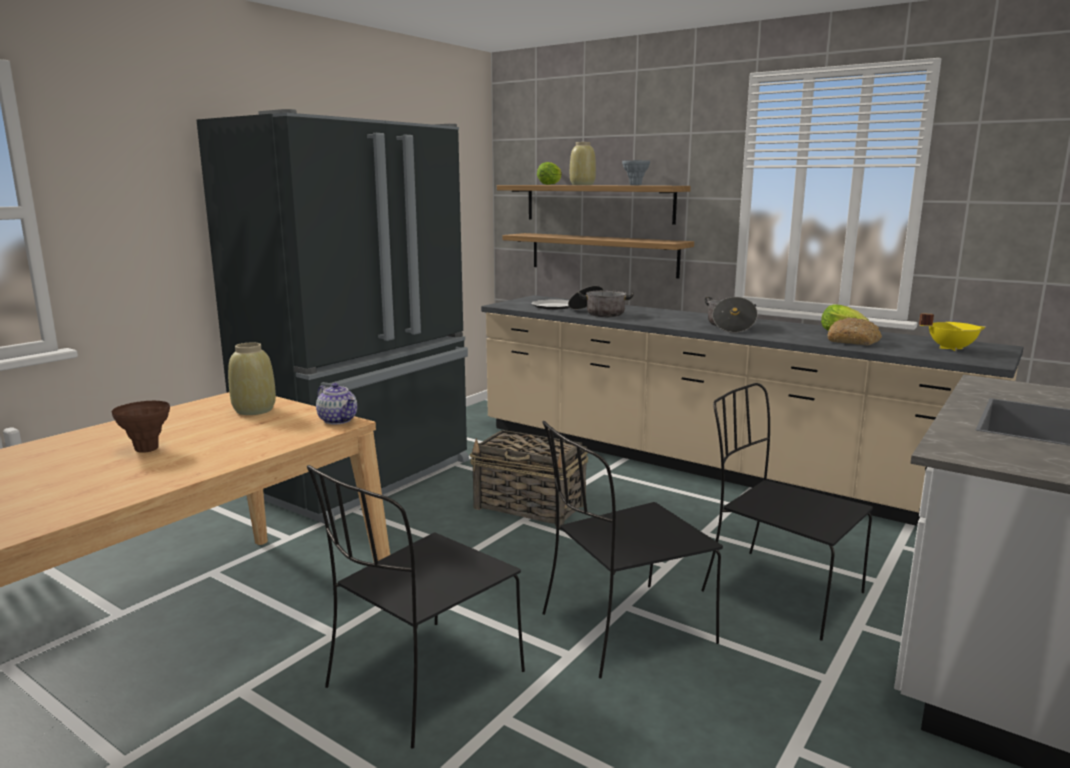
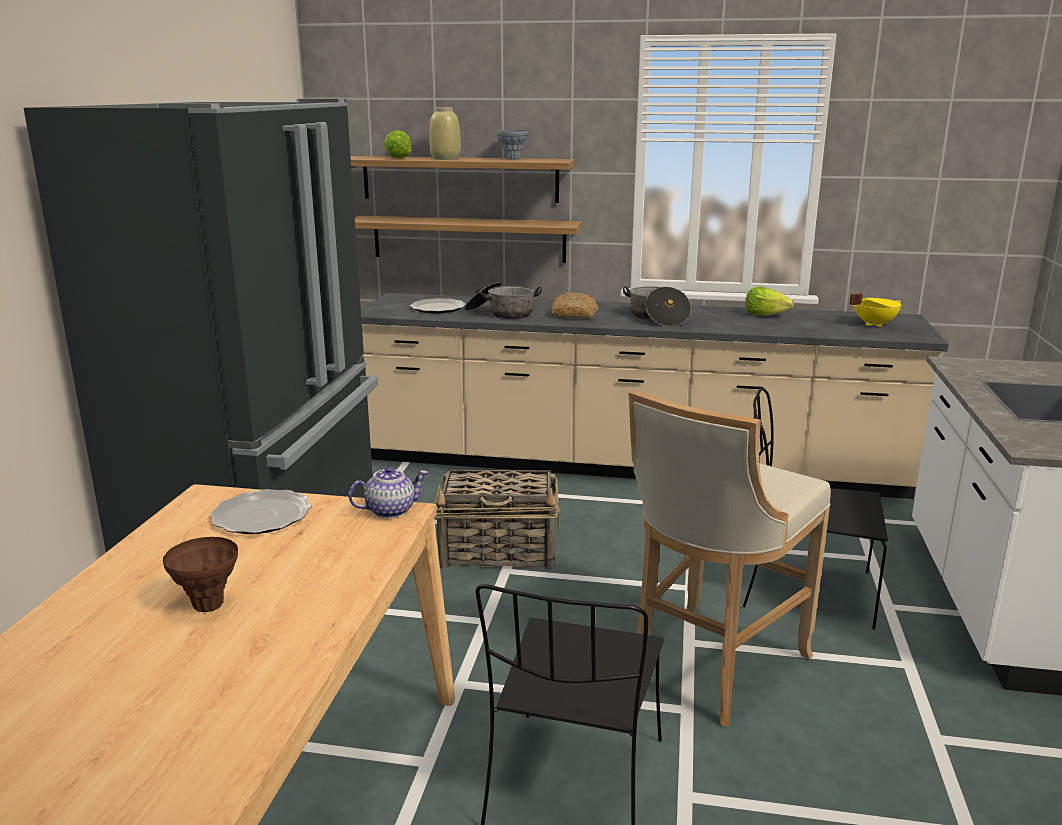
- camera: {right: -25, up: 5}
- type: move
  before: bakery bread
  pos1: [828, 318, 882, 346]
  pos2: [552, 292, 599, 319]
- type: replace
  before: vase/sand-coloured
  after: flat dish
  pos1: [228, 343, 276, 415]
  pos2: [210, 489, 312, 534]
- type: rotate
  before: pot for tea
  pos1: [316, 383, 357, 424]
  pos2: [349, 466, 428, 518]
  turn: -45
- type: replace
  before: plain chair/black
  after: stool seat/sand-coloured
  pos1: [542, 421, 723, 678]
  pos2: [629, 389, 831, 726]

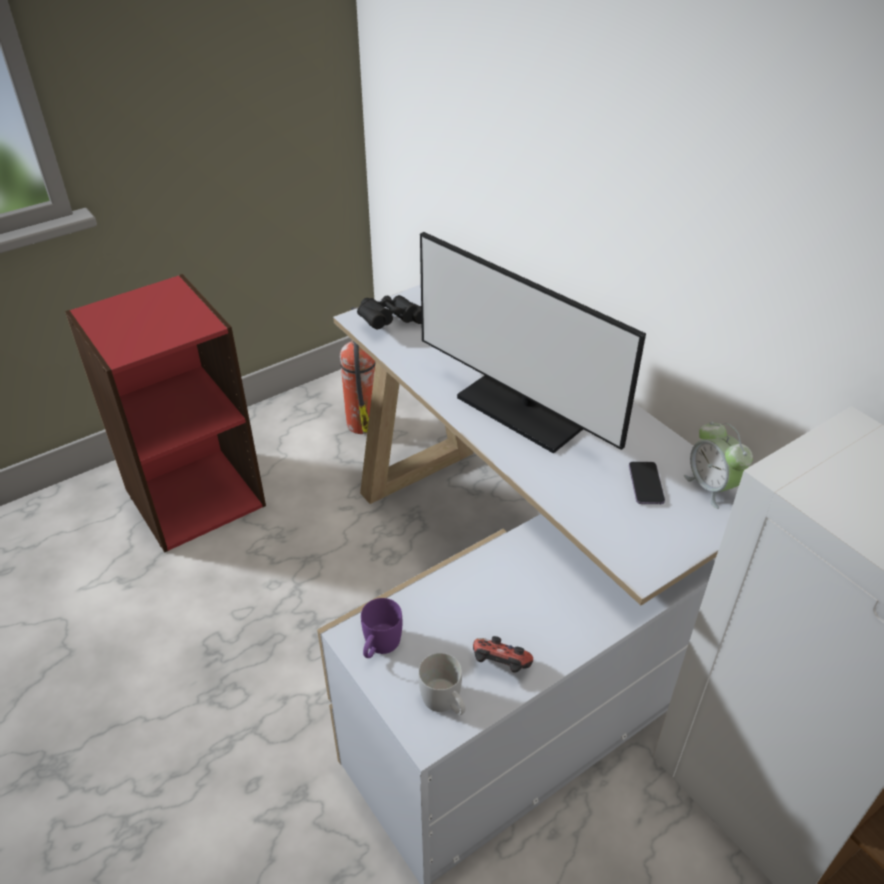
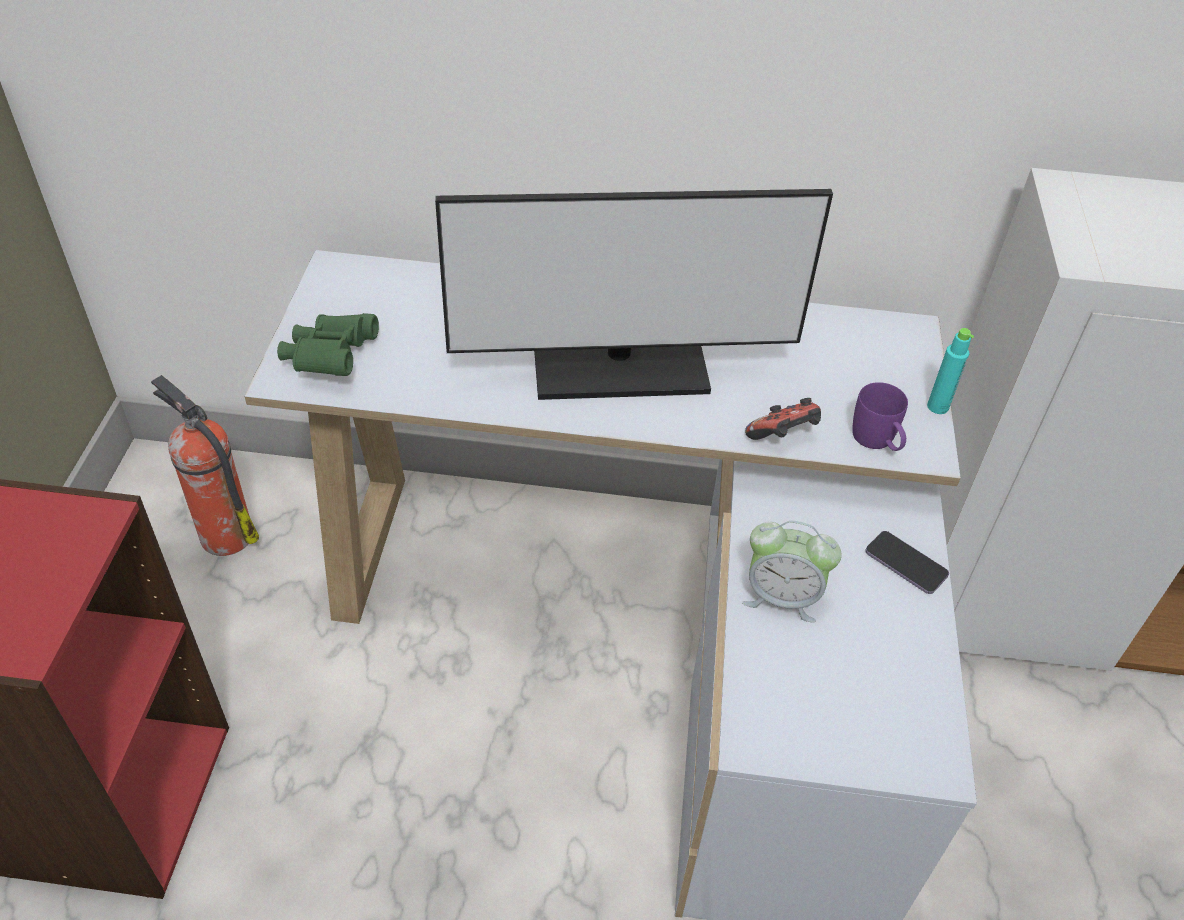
- camera: {right: -50, up: 5}
- type: recolor
  before: binoculars/black
  after: binoculars/green
  pos1: [357, 295, 422, 329]
  pos2: [277, 313, 379, 376]
- type: move
  before: bedside clock
  pos1: [684, 421, 753, 509]
  pos2: [742, 521, 842, 623]
- type: move
  before: handset
  pos1: [629, 462, 665, 504]
  pos2: [865, 531, 949, 594]
- type: move
  before: mug/purple-coloured
  pos1: [361, 598, 402, 658]
  pos2: [852, 382, 908, 451]
- type: move
  before: gamepad
  pos1: [473, 636, 533, 673]
  pos2: [745, 398, 821, 440]
- type: delete
  before: mug/white-coloured
  pos1: [418, 653, 466, 715]
- type: insert
  after: bottle/turquoise-coloured
  pos2: [927, 328, 974, 414]

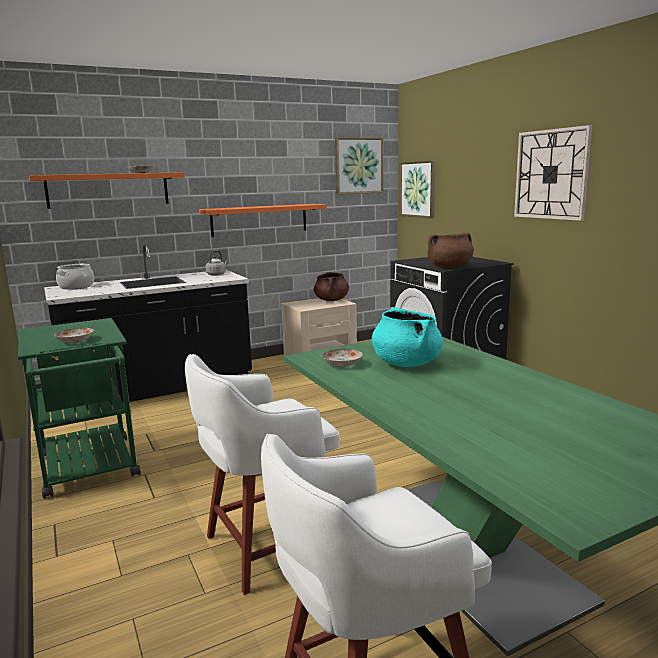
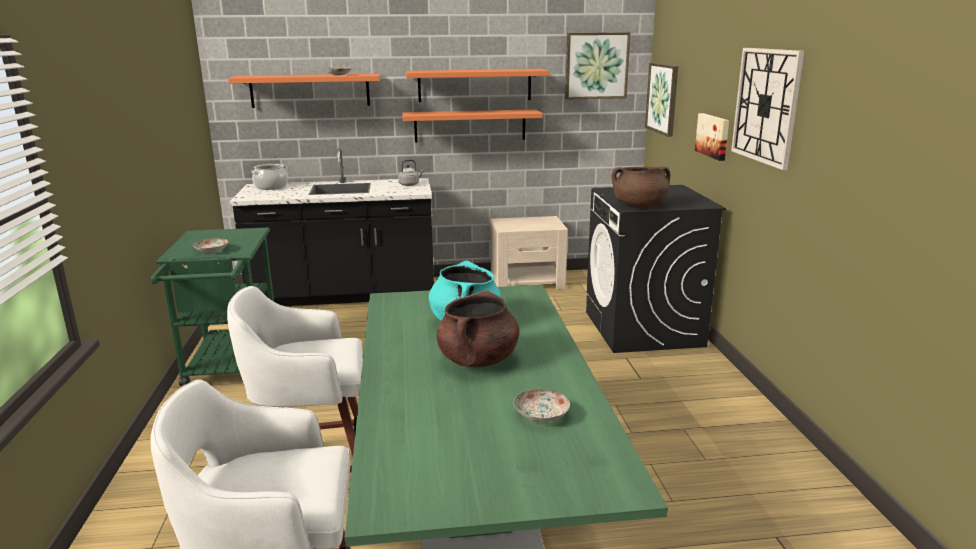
- camera: {right: 20, up: 5}
- type: move
  before: stockpot/brown
  pos1: [314, 272, 349, 301]
  pos2: [437, 290, 519, 367]
- type: move
  before: flat dish
  pos1: [322, 349, 363, 367]
  pos2: [514, 389, 570, 422]
- type: insert
  after: wall shelf/orangey
  pos2: [406, 69, 549, 102]
- type: insert
  after: wall picture
  pos2: [695, 113, 729, 161]

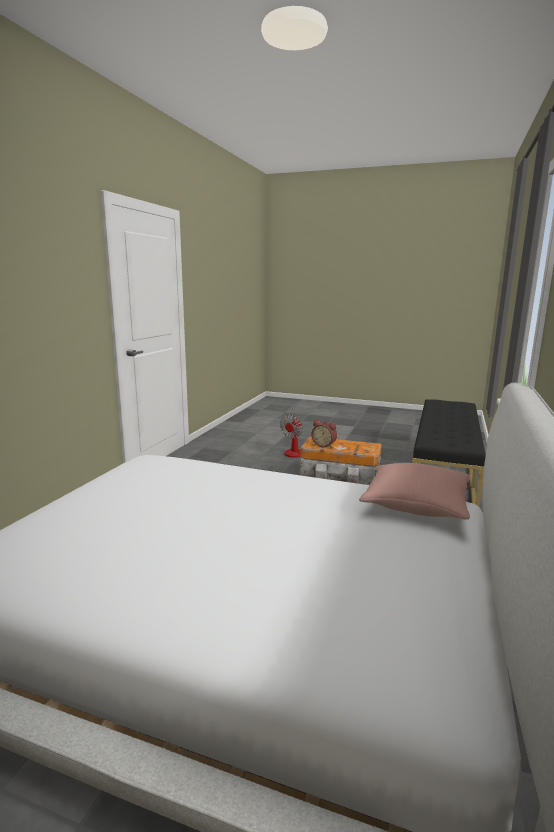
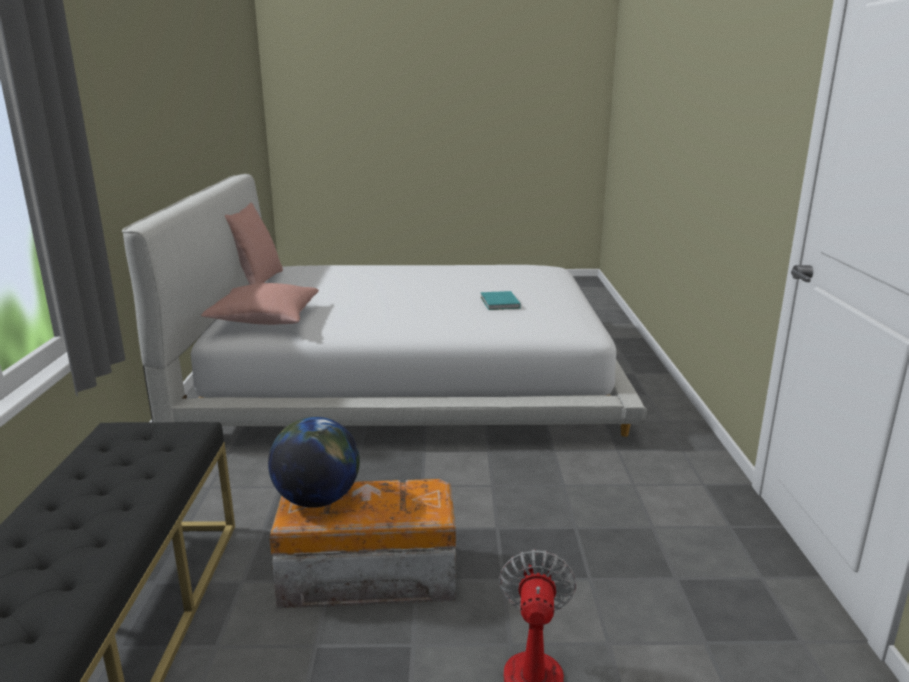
- camera: {right: 160, up: 5}
- type: delete
  before: bedside clock
  pos1: [312, 420, 337, 448]
- type: insert
  after: cushion/pink-coloured
  pos2: [225, 203, 283, 285]
- type: insert
  after: book/turquoise-coloured
  pos2: [481, 291, 521, 310]
- type: insert
  after: world globe
  pos2: [268, 417, 360, 508]

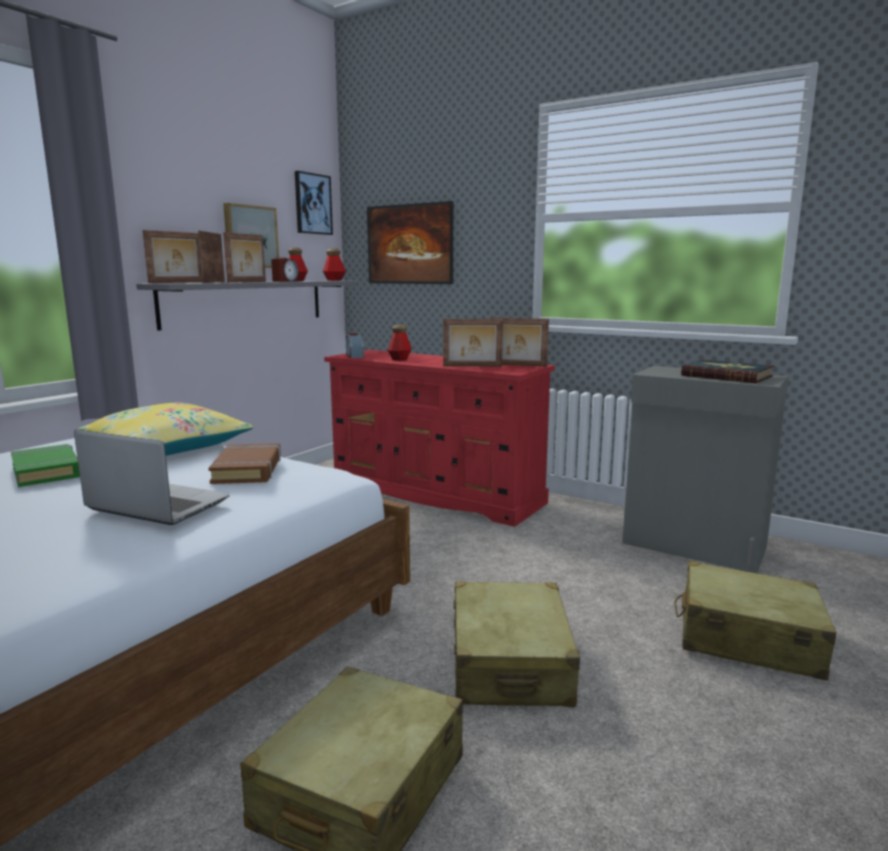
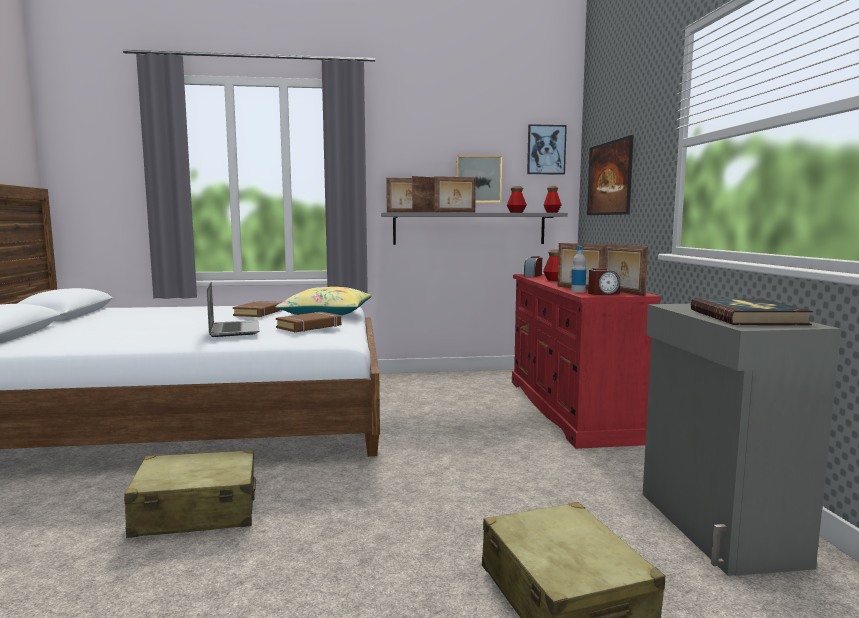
- camera: {right: 50, up: -5}
- type: move
  before: bedside clock
  pos1: [271, 258, 299, 282]
  pos2: [588, 268, 620, 295]
- type: recolor
  before: book/green
  after: book/brown
  pos1: [11, 444, 80, 487]
  pos2: [233, 301, 282, 317]
- type: delete
  before: piece of luggage/sand-coloured
  pos1: [453, 581, 580, 707]
- type: insert
  after: bottle
  pos2: [571, 246, 586, 293]

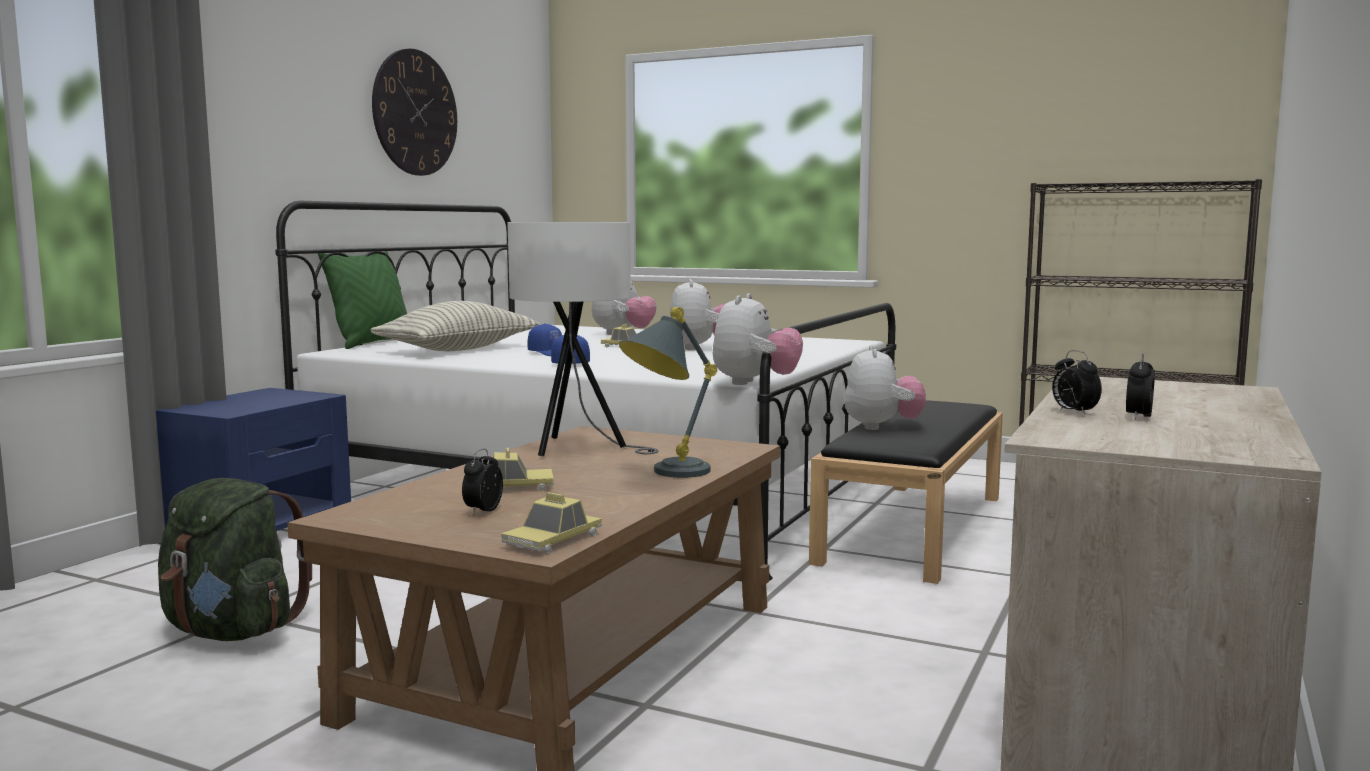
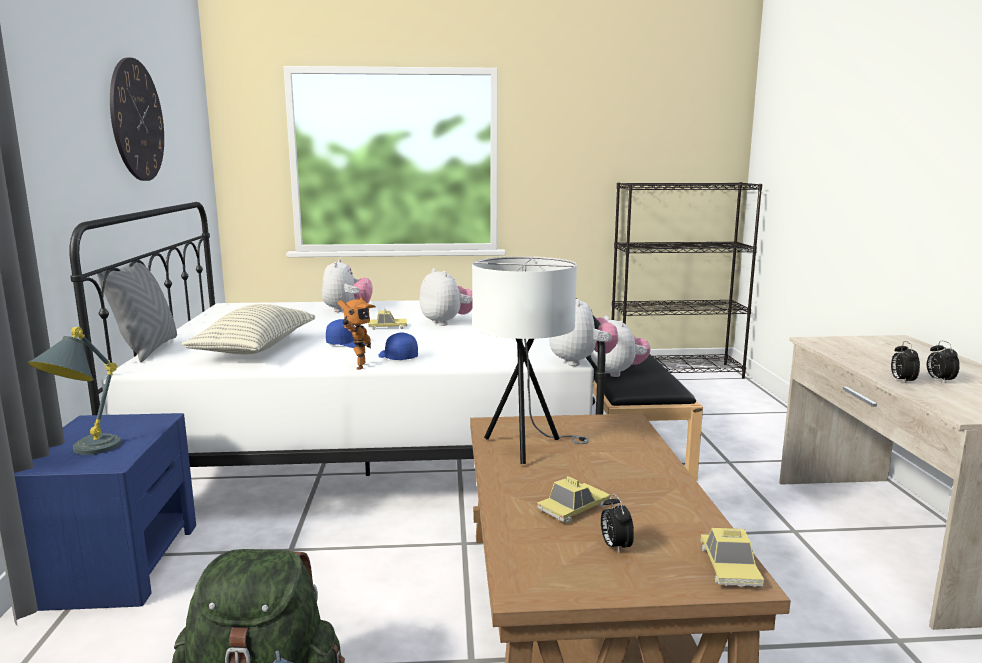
- camera: {right: -30, up: 5}
- type: recolor
  before: cushion/green
  after: cushion/gray
  pos1: [318, 251, 407, 349]
  pos2: [97, 262, 177, 362]
- type: move
  before: lamp for a table/gray
  pos1: [619, 307, 717, 478]
  pos2: [27, 327, 121, 455]
- type: rotate
  before: bedside clock
  pos1: [1052, 350, 1102, 415]
  pos2: [891, 341, 920, 383]
  turn: 60
- type: insert
  after: toy robot
  pos2: [337, 297, 376, 370]

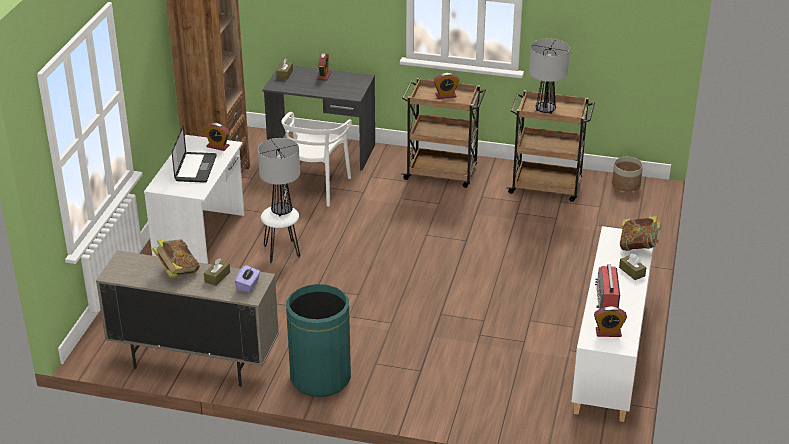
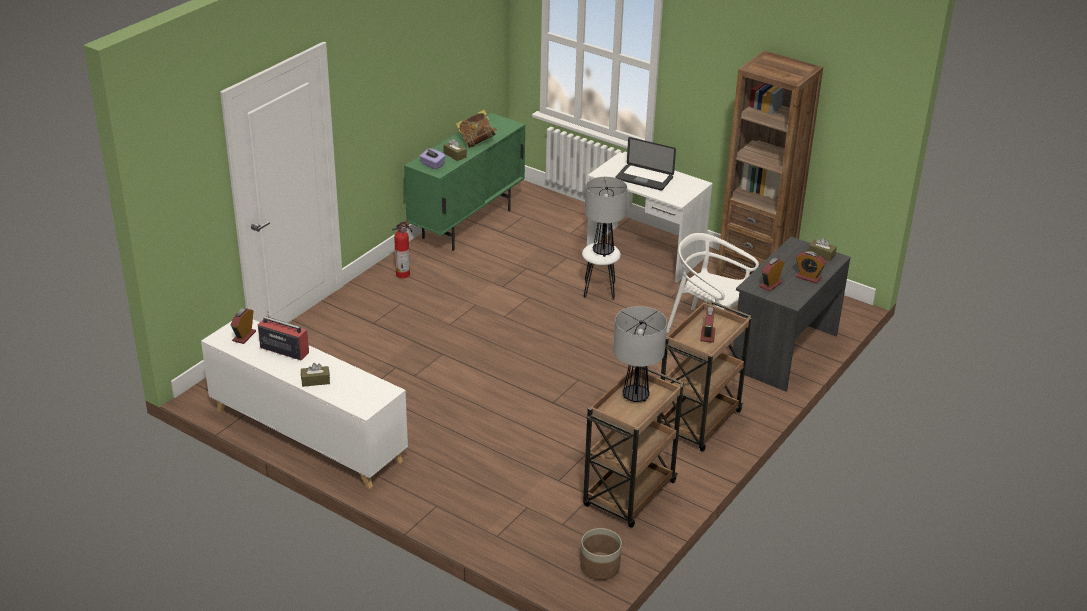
- camera: {right: 110, up: 0}
- type: move
  before: bedside clock
  pos1: [204, 123, 230, 151]
  pos2: [759, 258, 785, 291]
- type: delete
  before: book
  pos1: [620, 216, 661, 251]
- type: recolor
  before: storage cabinet/sand-coloured
  after: storage cabinet/green
  pos1: [96, 250, 279, 387]
  pos2: [404, 113, 525, 251]
- type: replace
  before: rubbish bin/green
  after: fire-fighting cylinder
  pos1: [286, 284, 351, 397]
  pos2: [392, 221, 412, 278]

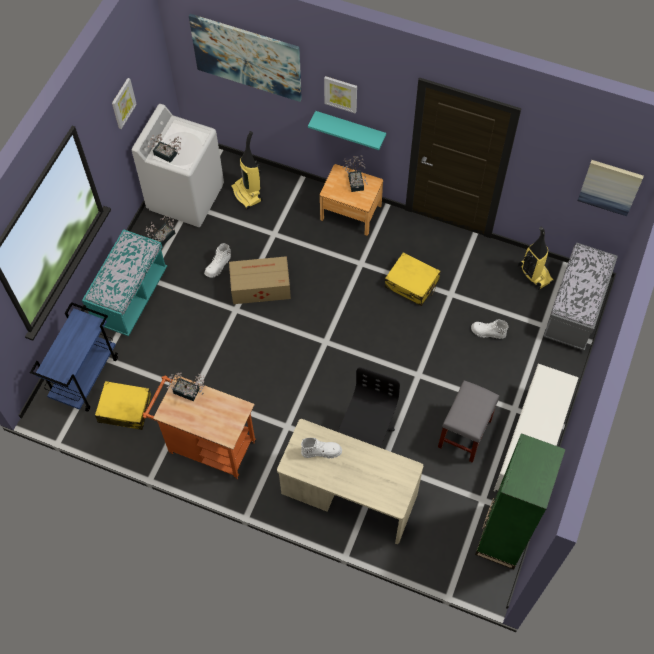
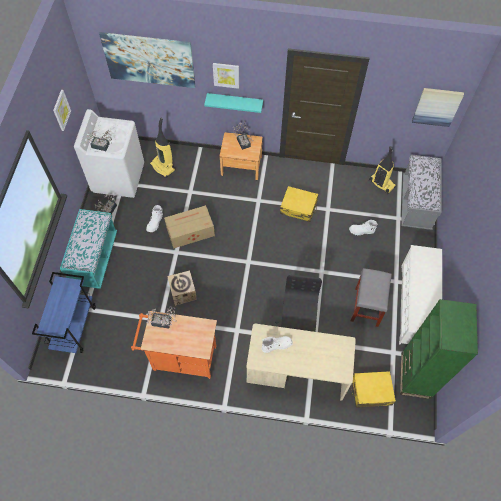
- camera: {right: -15, up: 0}
- type: move
  before: piece of luggage/yellowish
  pos1: [95, 381, 151, 430]
  pos2: [351, 371, 396, 408]
- type: insert
  after: carton
  pos2: [167, 270, 197, 306]

